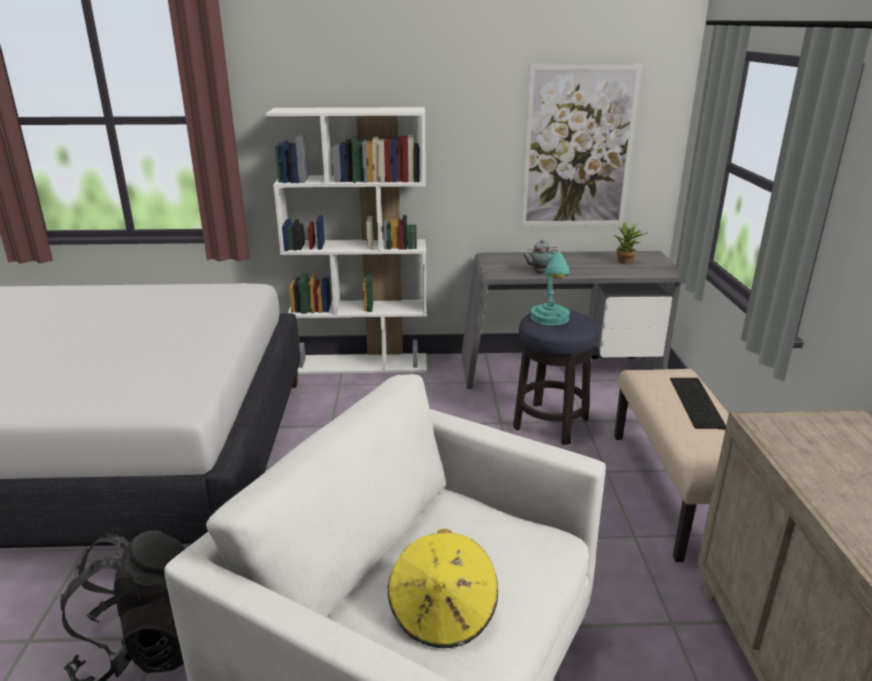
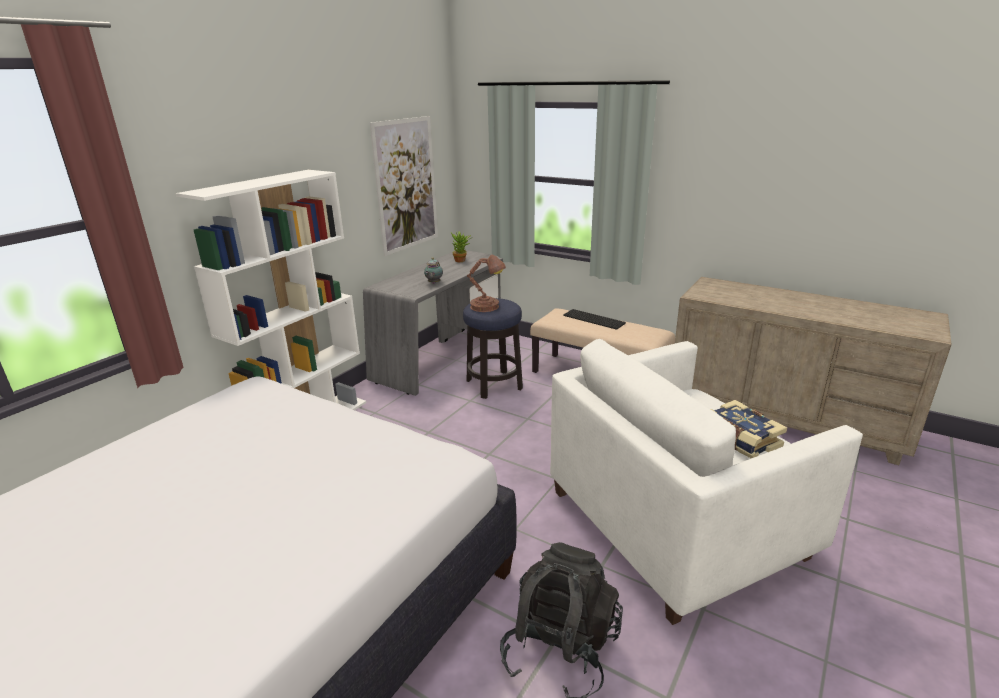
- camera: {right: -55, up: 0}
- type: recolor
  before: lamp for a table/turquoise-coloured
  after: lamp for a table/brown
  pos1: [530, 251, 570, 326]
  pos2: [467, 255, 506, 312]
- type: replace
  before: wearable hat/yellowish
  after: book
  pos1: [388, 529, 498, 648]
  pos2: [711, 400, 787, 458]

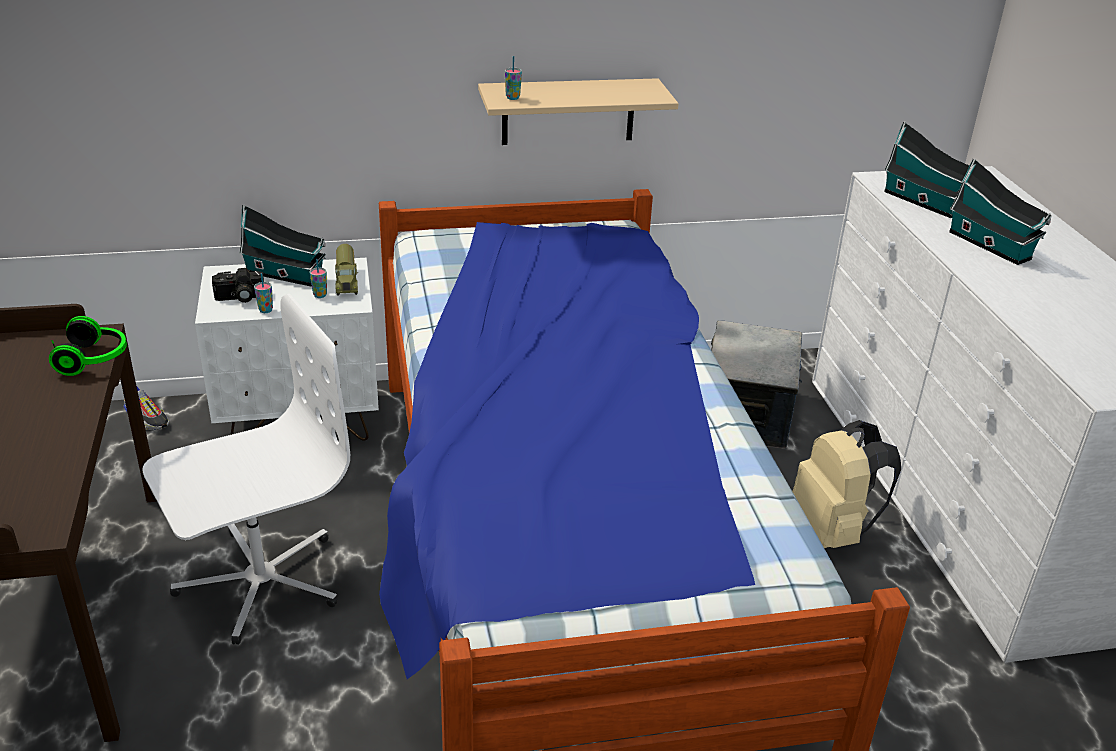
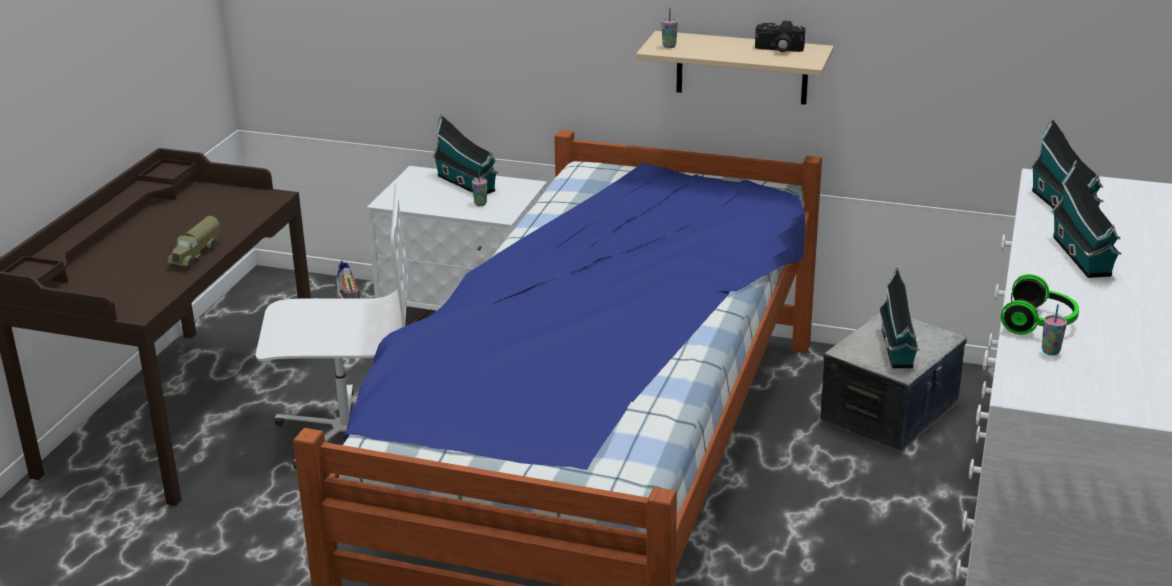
- camera: {right: 30, up: -5}
- type: move
  before: toy lorry
  pos1: [335, 244, 358, 296]
  pos2: [167, 216, 221, 269]
- type: move
  before: still camera
  pos1: [212, 268, 264, 303]
  pos2: [755, 21, 805, 52]
- type: move
  before: drinking cup
  pos1: [254, 273, 273, 313]
  pos2: [1042, 304, 1067, 355]
- type: move
  before: headphones
  pos1: [49, 316, 127, 376]
  pos2: [1001, 274, 1079, 335]
- type: delete
  before: rucksack/sand-coloured
  pos1: [792, 420, 901, 548]
- type: insert
  after: miniature house
  pos2: [879, 267, 920, 368]

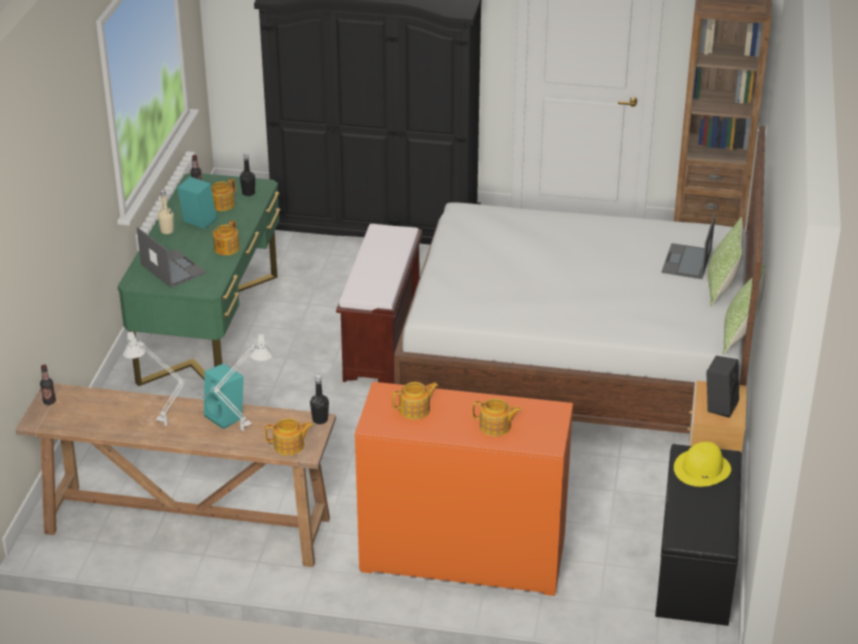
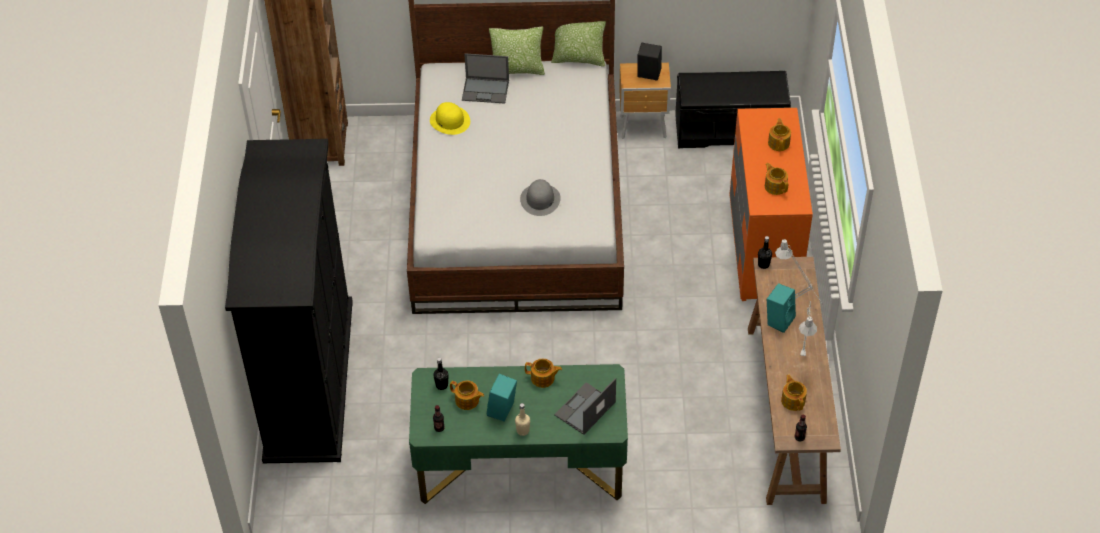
- camera: {right: -100, up: 15}
- type: delete
  before: long seat/brown
  pos1: [336, 224, 422, 384]
- type: move
  before: pot for tea
  pos1: [265, 418, 313, 455]
  pos2: [781, 375, 807, 411]
- type: move
  before: wearable hat/yellowish
  pos1: [674, 442, 731, 487]
  pos2: [430, 102, 470, 135]
- type: insert
  after: wearable hat/gray
  pos2: [520, 179, 561, 216]

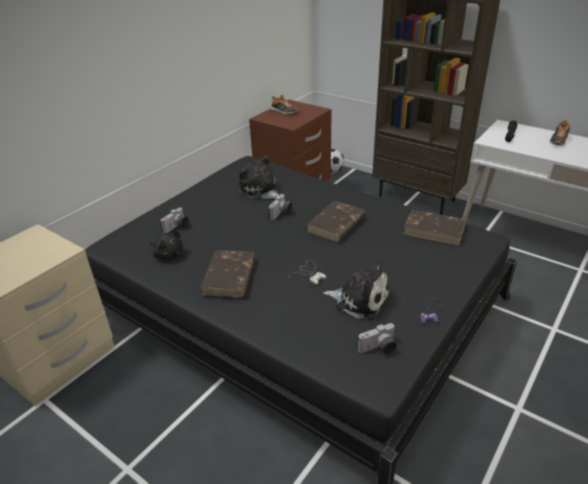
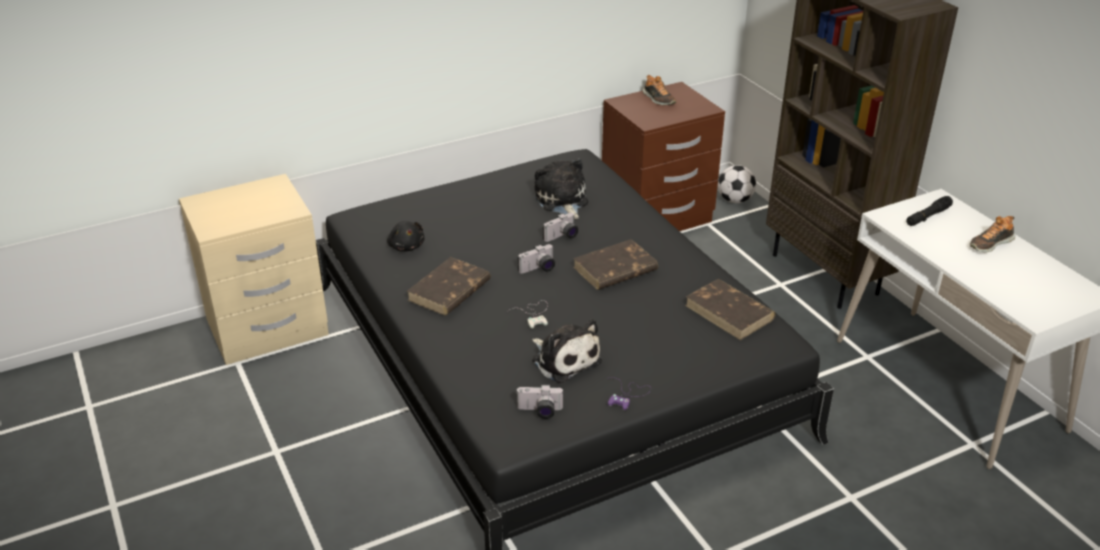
- camera: {right: 25, up: 0}
- type: move
  before: still camera
  pos1: [160, 207, 189, 233]
  pos2: [518, 244, 555, 273]

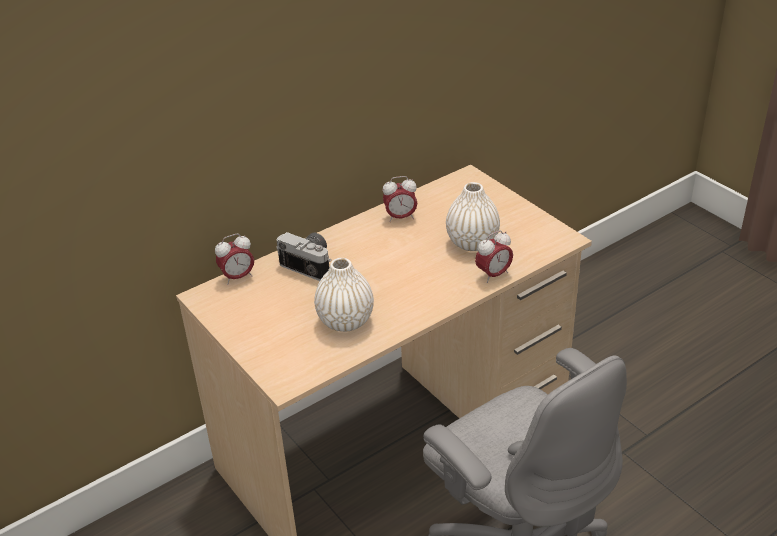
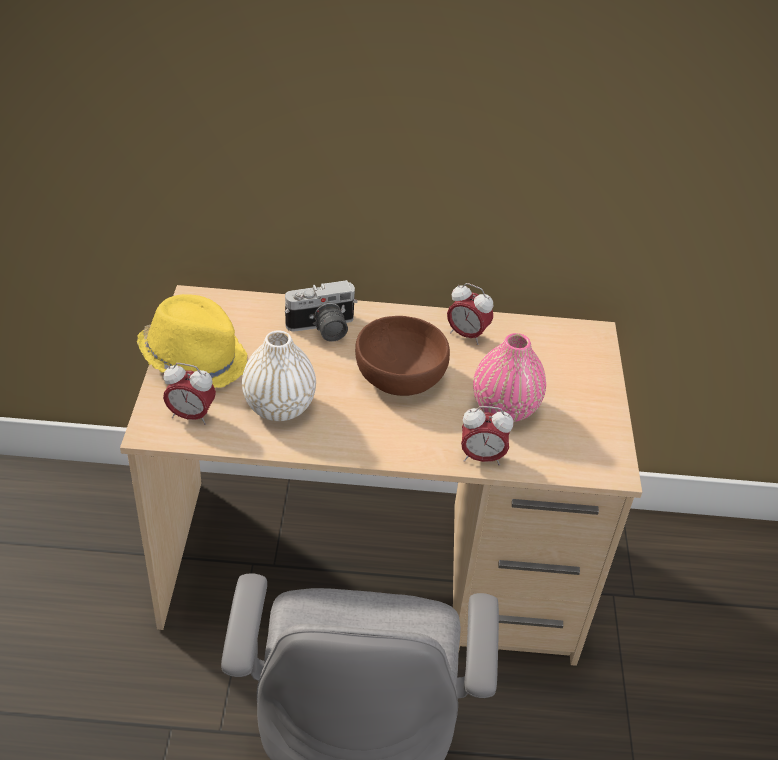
- camera: {right: 35, up: 5}
- type: recolor
  before: vase/white-coloured
  after: vase/pink-coloured
  pos1: [446, 182, 500, 251]
  pos2: [473, 333, 546, 422]
- type: rotate
  before: still camera
  pos1: [277, 232, 332, 281]
  pos2: [285, 280, 358, 342]
  turn: 90
- type: move
  before: bedside clock
  pos1: [215, 234, 254, 284]
  pos2: [163, 363, 216, 425]
- type: insert
  after: wearable hat/yellowish
  pos2: [137, 294, 247, 388]
- type: insert
  after: serving bowl/brown
  pos2: [355, 316, 450, 396]

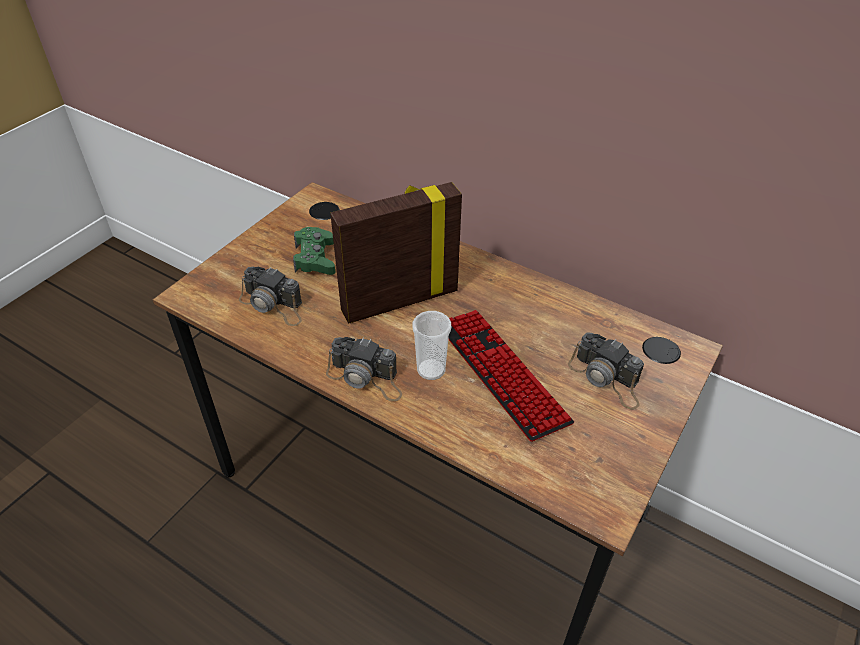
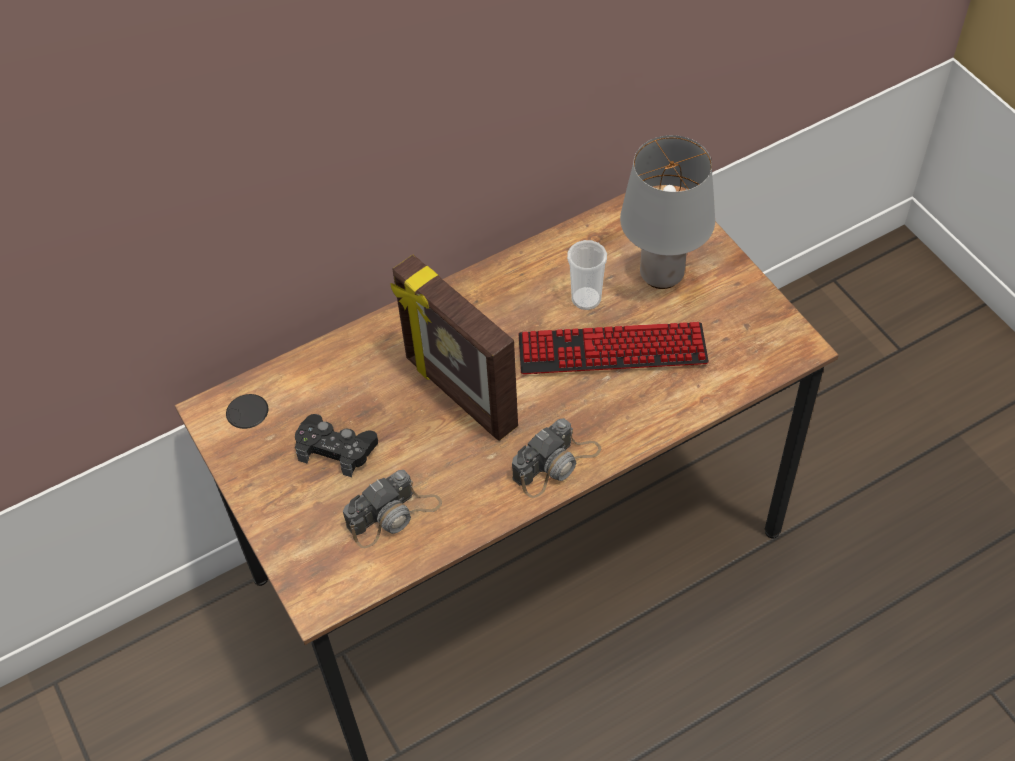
- camera: {right: -60, up: 10}
- type: rotate
  before: standing frame
  pos1: [330, 182, 462, 324]
  pos2: [390, 255, 518, 441]
  turn: -45
- type: recolor
  before: gamepad/green
  after: gamepad/black
  pos1: [293, 227, 335, 275]
  pos2: [295, 414, 378, 477]
- type: move
  before: drinking cup
  pos1: [412, 311, 451, 380]
  pos2: [567, 240, 607, 310]
- type: replace
  before: still camera
  after: lamp for a table/gray
  pos1: [568, 332, 644, 410]
  pos2: [620, 135, 715, 289]

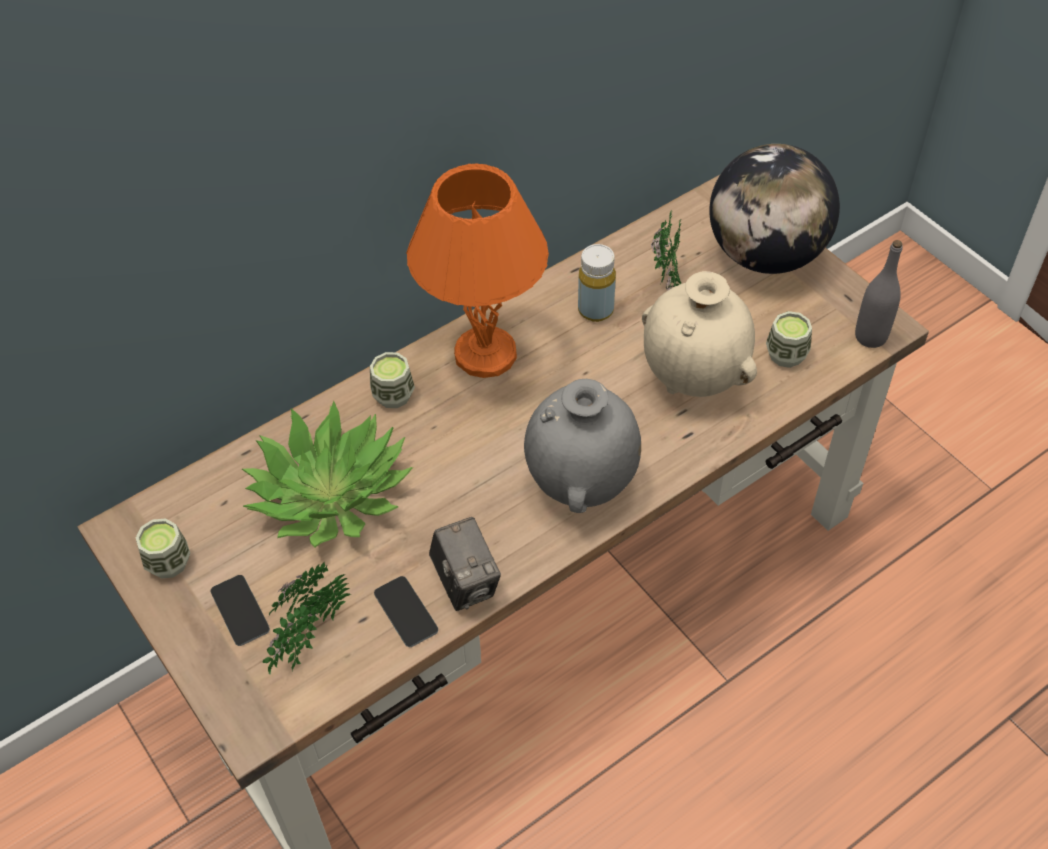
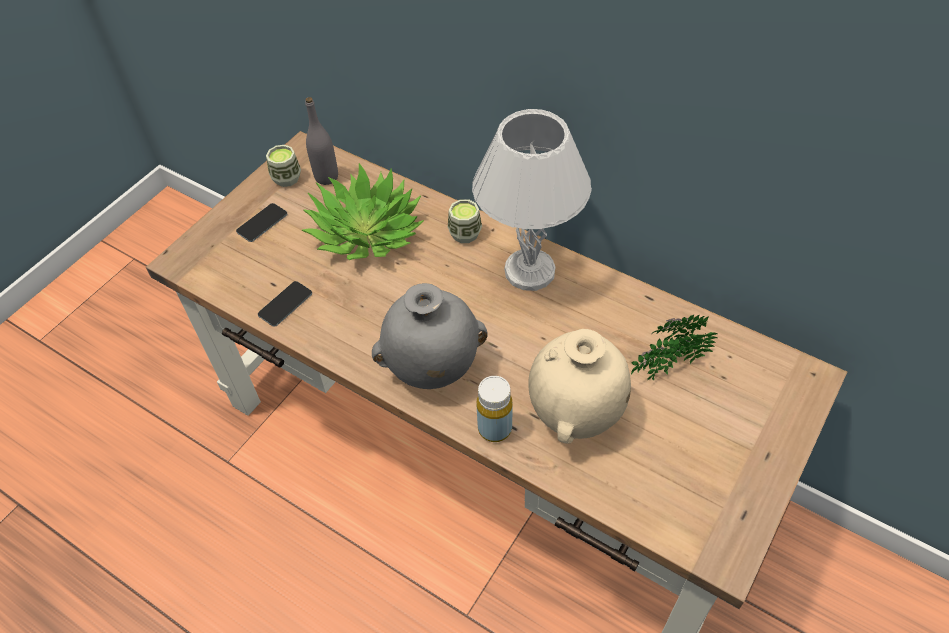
- camera: {right: 70, up: 0}
- type: delete
  before: world globe
  pos1: [709, 144, 840, 274]
- type: recolor
  before: lamp for a table/orangey
  after: lamp for a table/white-coloured
  pos1: [406, 164, 549, 378]
  pos2: [472, 109, 592, 291]
- type: move
  before: bottle/gray
  pos1: [855, 240, 903, 348]
  pos2: [305, 97, 338, 185]
- type: move
  before: bottle/yellowish
  pos1: [578, 244, 616, 322]
  pos2: [477, 376, 513, 442]
- type: delete
  before: drinking cup
  pos1: [766, 311, 812, 368]
- type: delete
  before: still camera
  pos1: [429, 517, 501, 611]
- type: delete
  before: potted plant
  pos1: [262, 562, 351, 675]

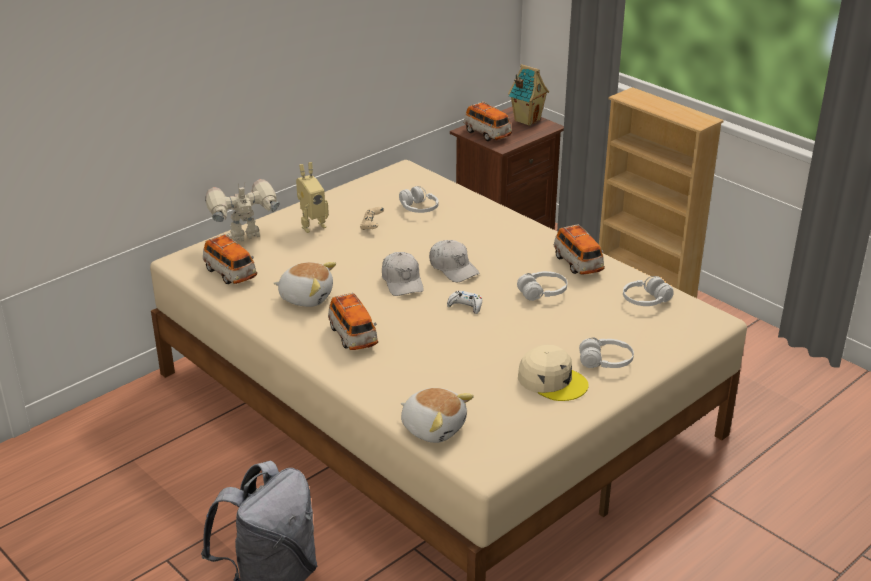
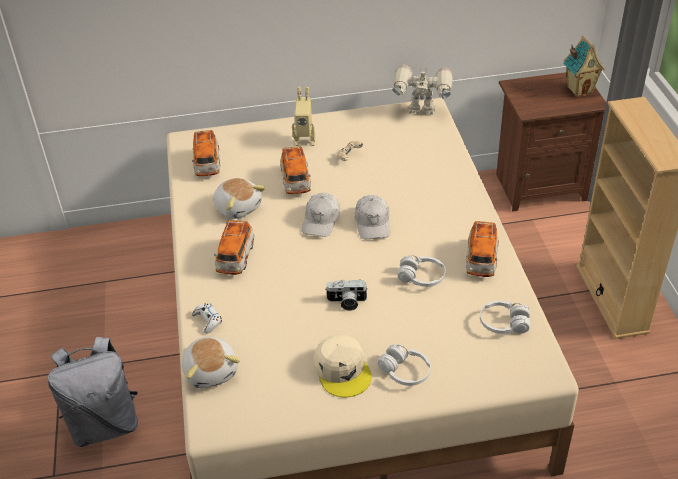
- camera: {right: 35, up: 10}
- type: move
  before: toy car
  pos1: [463, 101, 512, 141]
  pos2: [280, 146, 311, 194]
- type: move
  before: toy robot
  pos1: [205, 179, 279, 242]
  pos2: [392, 65, 452, 115]
- type: delete
  before: headphones/white-coloured
  pos1: [399, 186, 439, 213]
- type: move
  before: gamepad/white-coloured
  pos1: [447, 291, 482, 314]
  pos2: [192, 303, 222, 334]
- type: insert
  after: still camera
  pos2: [325, 280, 368, 311]

